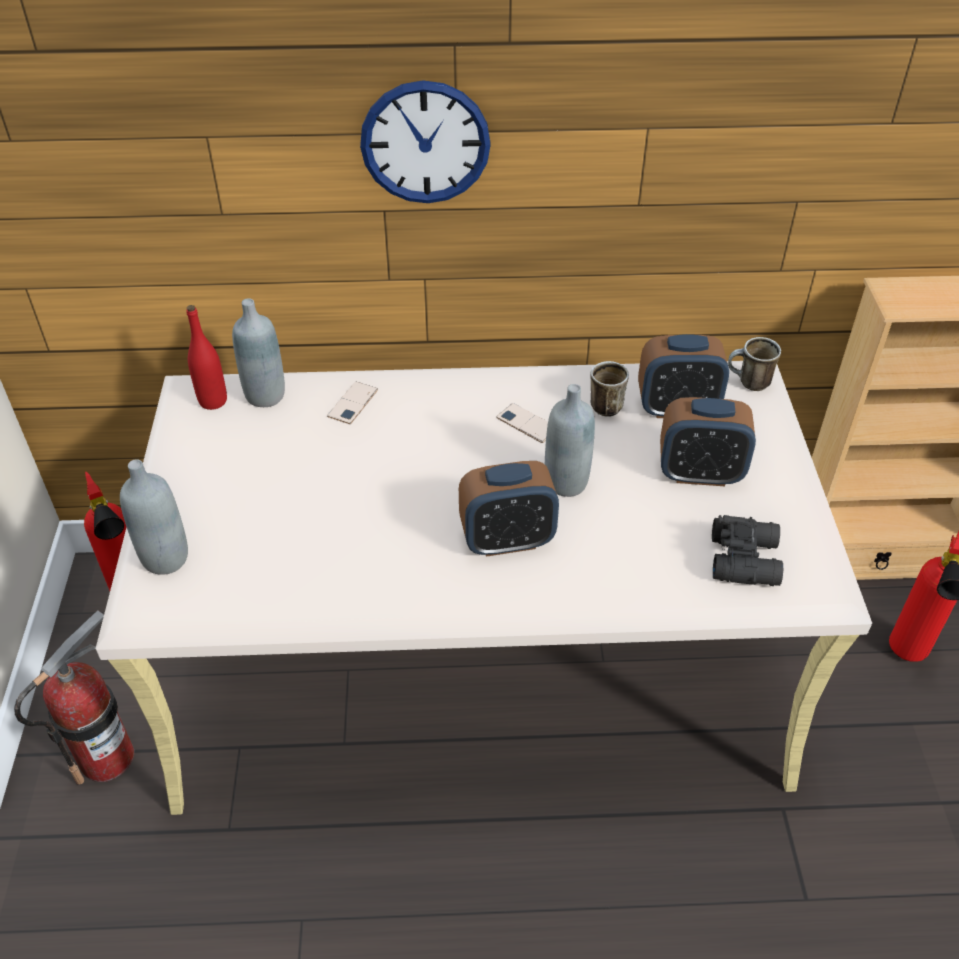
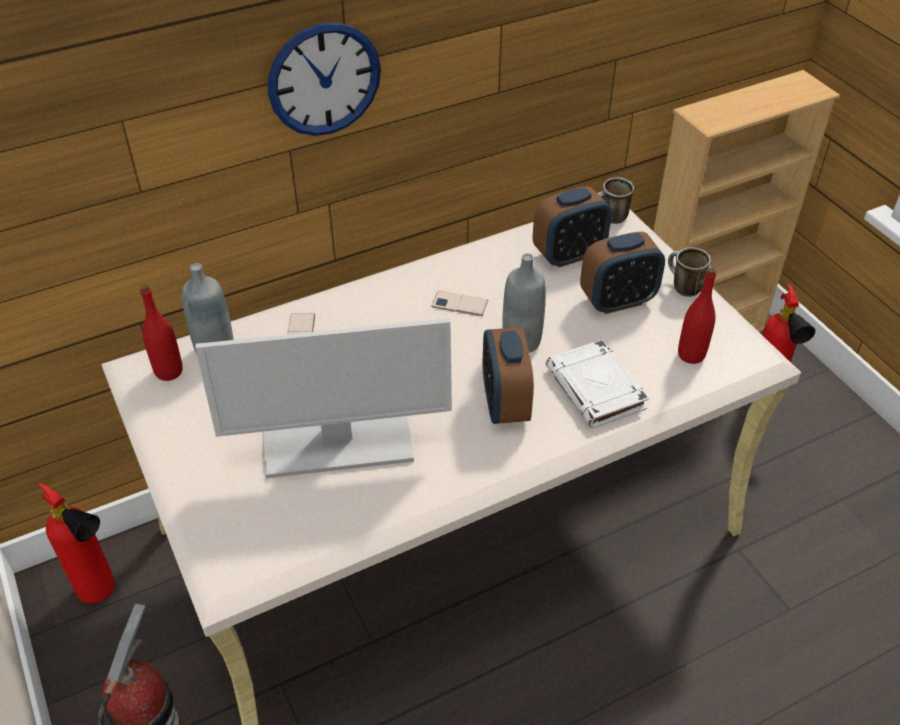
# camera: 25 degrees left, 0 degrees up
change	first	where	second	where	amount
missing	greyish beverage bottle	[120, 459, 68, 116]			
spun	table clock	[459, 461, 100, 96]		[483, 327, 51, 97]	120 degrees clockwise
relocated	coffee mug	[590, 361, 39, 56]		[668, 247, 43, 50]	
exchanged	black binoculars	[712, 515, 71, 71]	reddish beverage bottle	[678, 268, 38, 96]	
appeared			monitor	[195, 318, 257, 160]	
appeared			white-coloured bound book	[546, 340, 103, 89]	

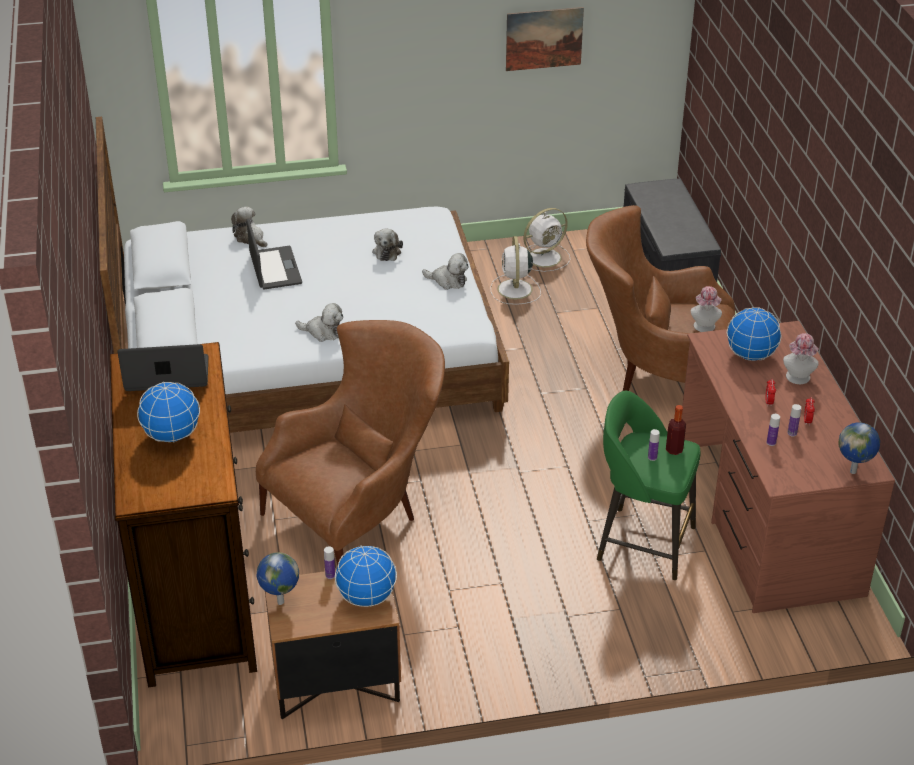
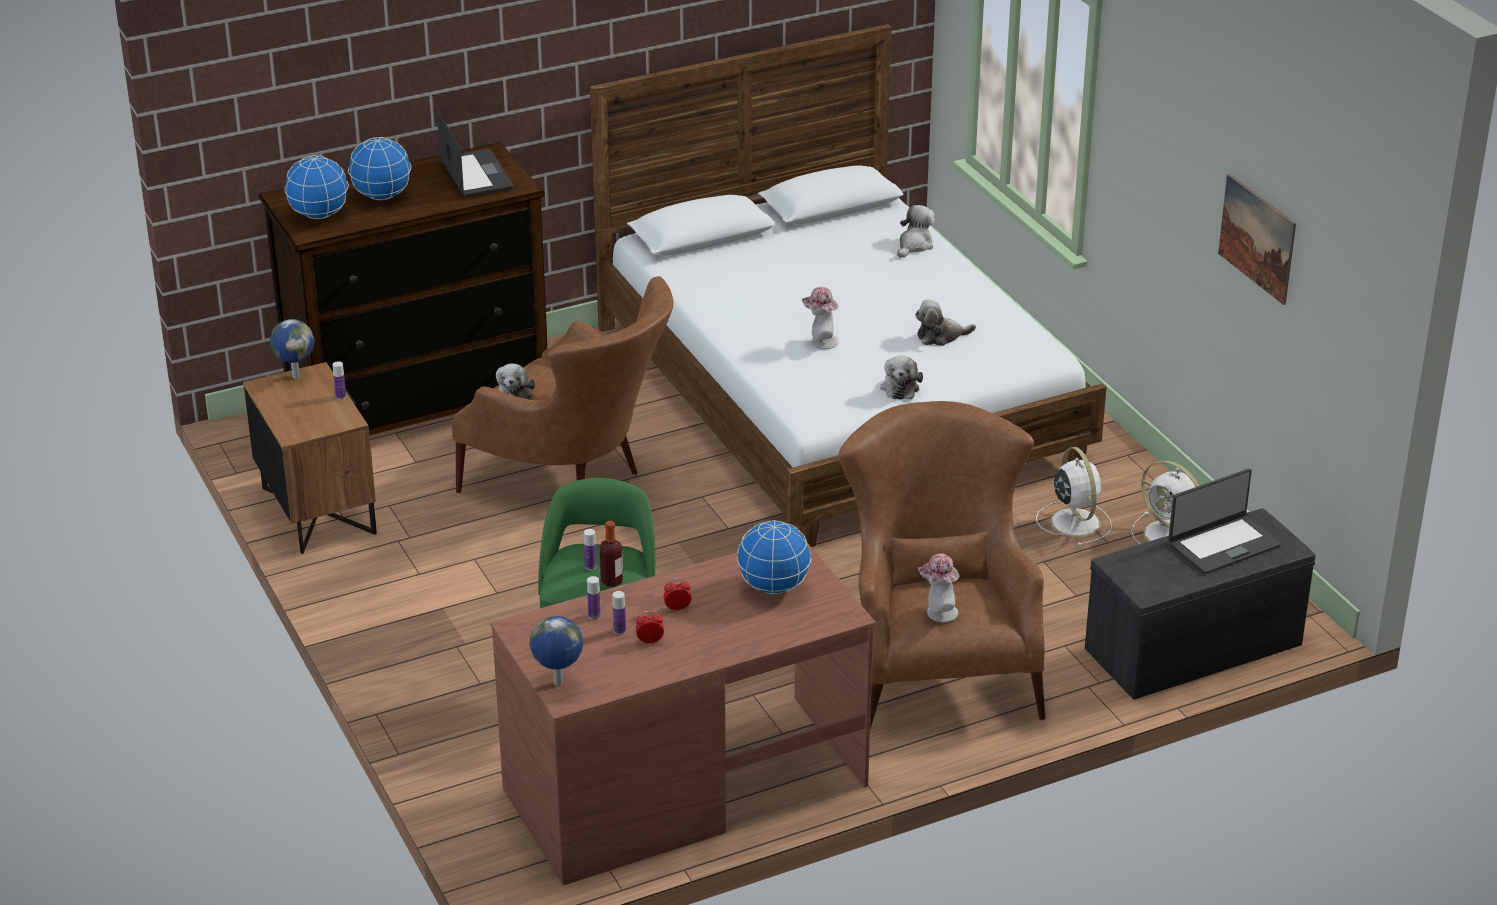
# camera: 75 degrees right, 5 degrees down
change	first	where	second	where	amount
relocated	laptop	[246, 218, 56, 72]		[1168, 469, 113, 105]	
relocated	plush toy	[295, 303, 48, 39]		[496, 364, 39, 35]	
relocated	desk globe	[335, 545, 62, 62]		[284, 155, 65, 64]	
spun	white-coloured cooling fan	[490, 236, 51, 69]		[1036, 447, 76, 99]	90 degrees clockwise
relocated	hat	[783, 333, 36, 51]		[802, 287, 37, 62]	

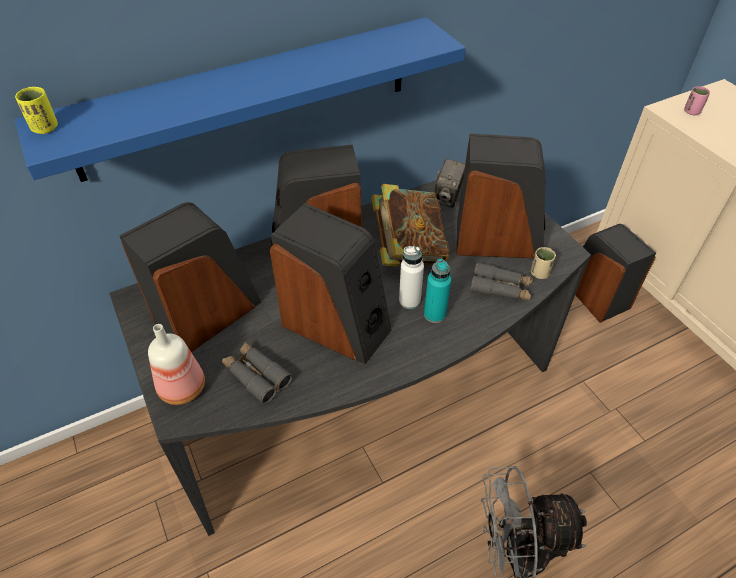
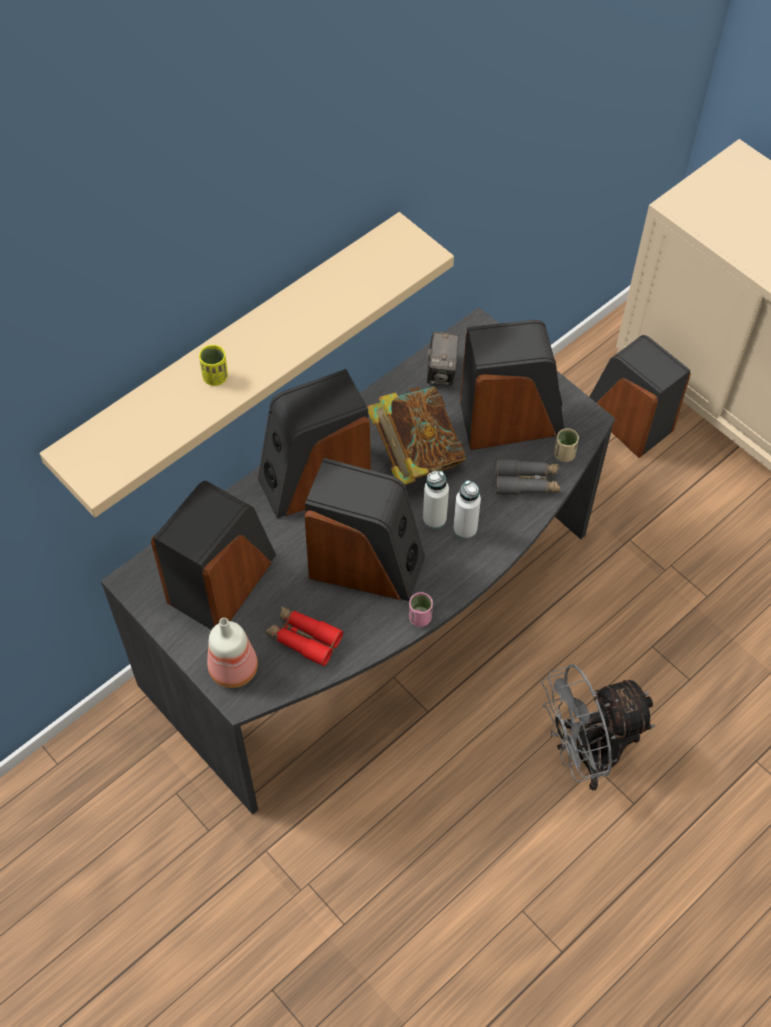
# camera: 15 degrees left, 10 degrees up
change	first	where	second	where	amount
colour	bluish wall shelf	[15, 17, 451, 165]	beige-coloured wall shelf	[39, 212, 415, 305]	
relocated	yellow-coloured small cup	[15, 87, 43, 47]		[199, 345, 29, 41]	
colour	greyish binoculars	[222, 342, 70, 62]	reddish binoculars	[265, 606, 78, 60]	
colour	turquoise beverage bottle	[424, 259, 27, 64]	white-coloured beverage bottle	[453, 480, 28, 59]	
relocated	pink small cup	[684, 86, 26, 29]		[409, 592, 24, 35]	

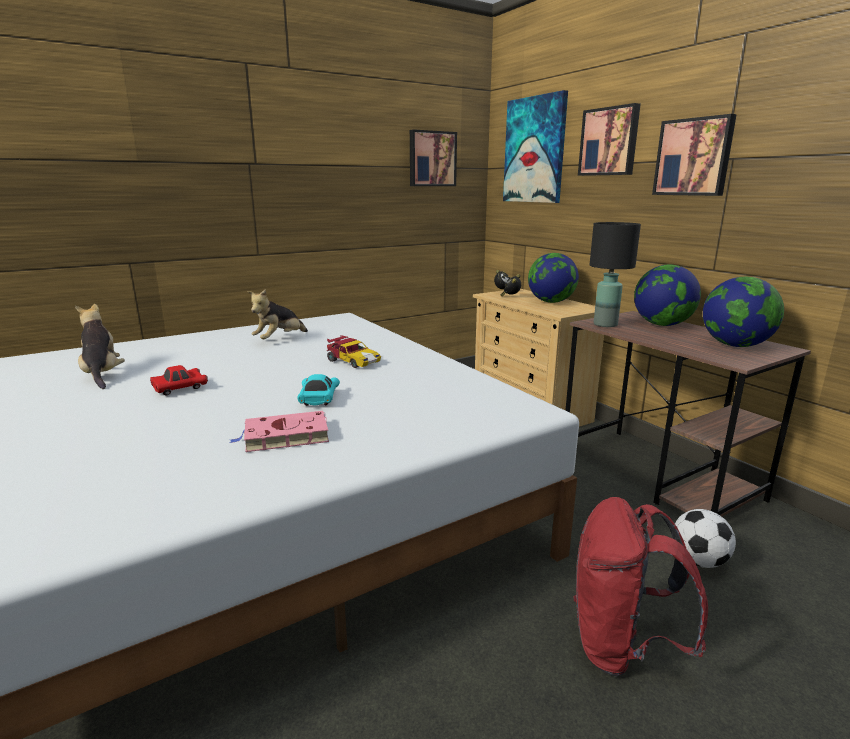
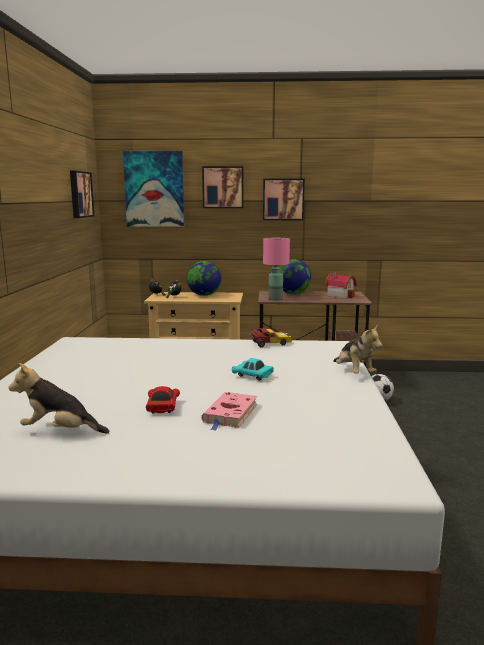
# camera: 55 degrees left, 5 degrees down
change	first	where	second	where	amount
relocated	pink bound book	[230, 411, 99, 41]		[201, 392, 56, 39]	
relocated	plush toy	[248, 289, 60, 50]		[333, 326, 49, 48]	
relocated	miniature car	[327, 335, 54, 33]		[250, 328, 42, 19]	
missing	reddish knapsack	[573, 497, 135, 179]			
colour	black tabletop lamp	[590, 222, 51, 105]	pink tabletop lamp	[263, 238, 27, 62]	
exchanged	desk globe	[703, 277, 81, 70]	miniature house	[325, 272, 32, 27]	

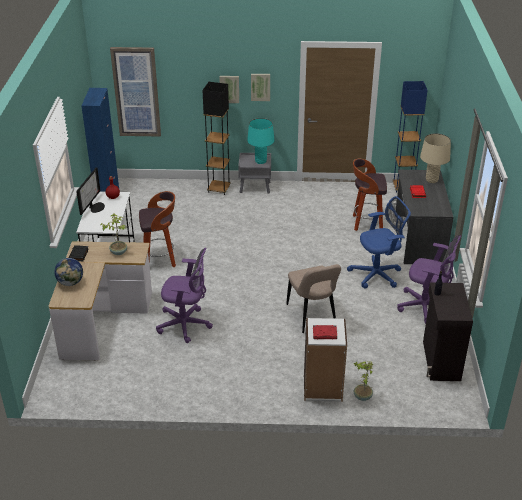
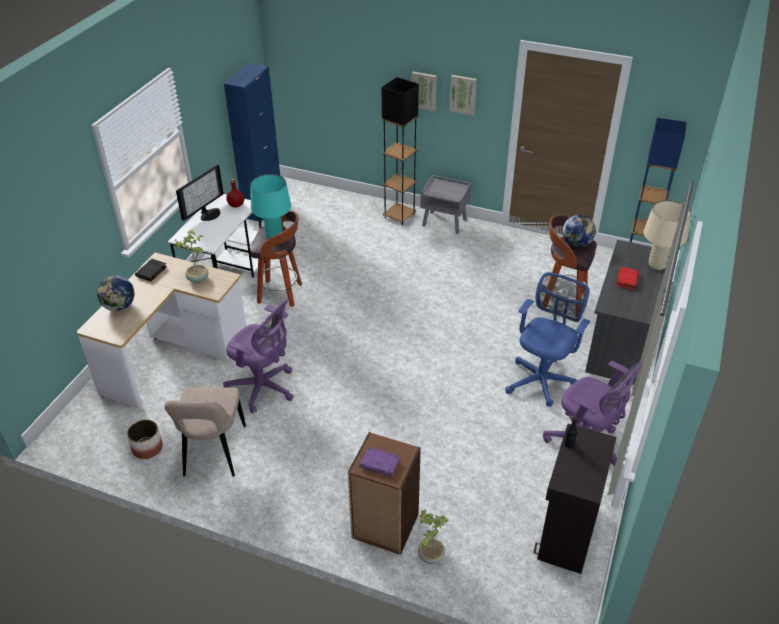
# camera: 20 degrees right, 5 degrees up
change	first	where	second	where	amount
missing	wall picture	[110, 47, 51, 90]			
relocated	turquoise tabletop lamp	[247, 118, 27, 46]		[250, 174, 41, 65]	
relocated	beige-coloured plain chair	[286, 264, 55, 69]		[164, 387, 82, 90]	
colour	white-coloured shelving unit	[304, 318, 43, 84]	brownish shelving unit	[348, 432, 73, 123]	
colour	reddish bound book	[313, 325, 24, 15]	purple-coloured bound book	[359, 447, 41, 30]	
spun	bluish desk chair	[347, 196, 64, 93]		[505, 272, 85, 135]	60 degrees counterclockwise
appeared			flower pot	[127, 419, 36, 40]	
appeared			desk globe	[563, 215, 33, 32]	

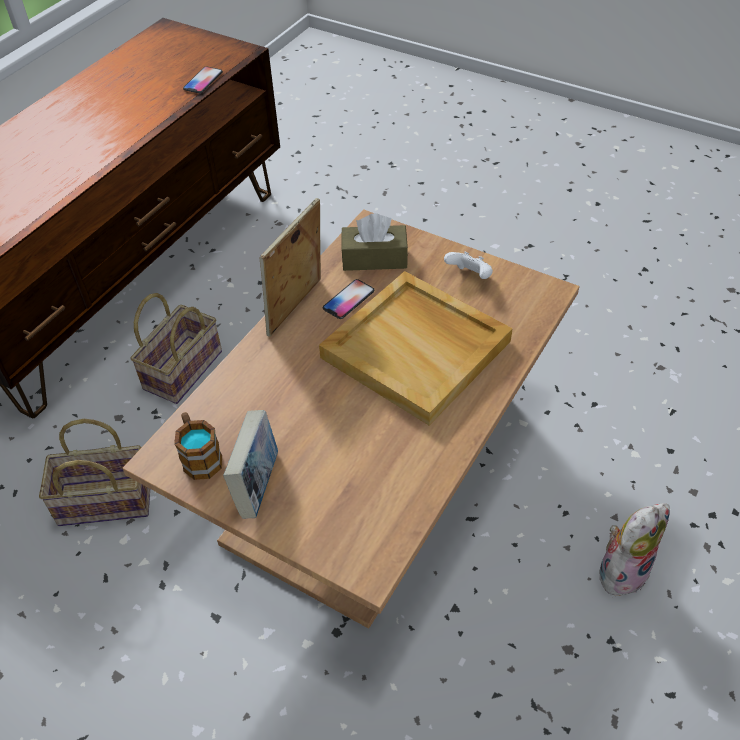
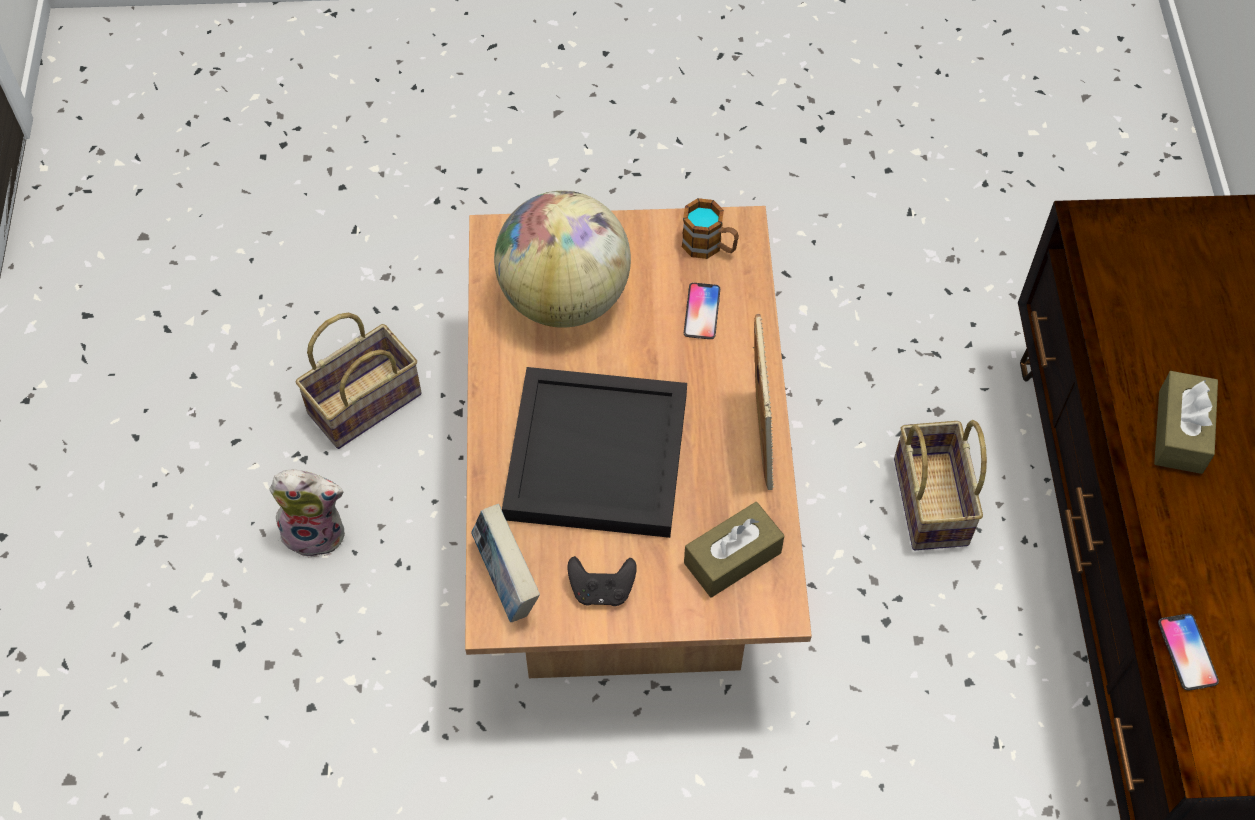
# camera: 145 degrees right, 10 degrees up
change	first	where	second	where	amount
relocated	storage basket	[39, 419, 111, 107]		[296, 312, 126, 137]	
relocated	bound book	[223, 410, 55, 109]		[471, 504, 69, 118]	
colour	beige-coloured serving tray	[319, 271, 194, 154]	black serving tray	[502, 367, 185, 171]	
relocated	phone	[323, 279, 52, 40]		[684, 283, 36, 56]	
colour	white-coloured gamepad	[444, 252, 49, 27]	black gamepad	[568, 556, 69, 50]	
spun	plush toy	[599, 503, 71, 93]		[269, 470, 76, 88]	105 degrees counterclockwise
appeared			desk globe	[494, 191, 137, 137]	
appeared			brownish tissue box	[1154, 371, 64, 103]	

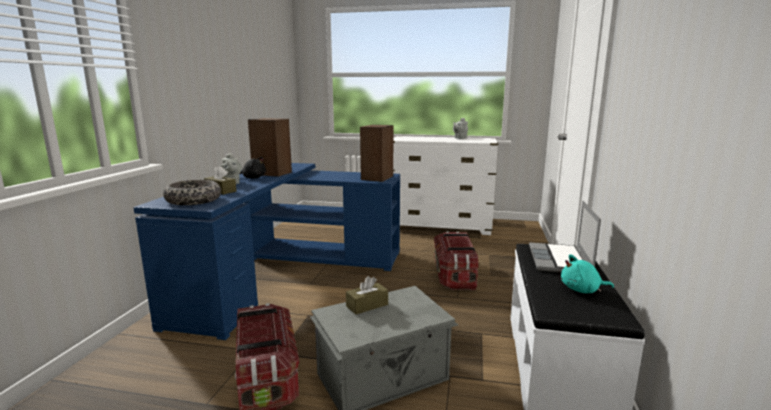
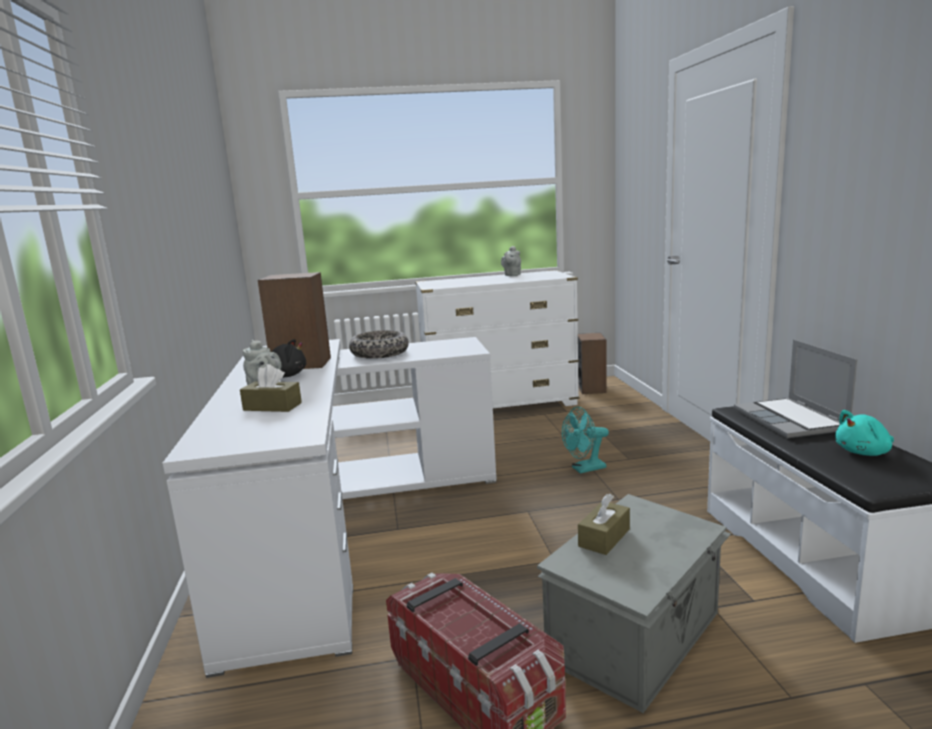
# camera: 20 degrees left, 0 degrees up
change	first	where	second	where	amount
colour	bluish desk unit	[133, 163, 267, 177]	white-coloured desk unit	[162, 337, 335, 341]	
relocated	bowl	[163, 180, 58, 25]		[349, 330, 60, 29]	
relocated	audio speaker	[360, 125, 34, 57]		[578, 333, 29, 61]	
exchanged	storage bin	[434, 232, 44, 58]	turquoise cooling fan	[562, 407, 47, 67]	

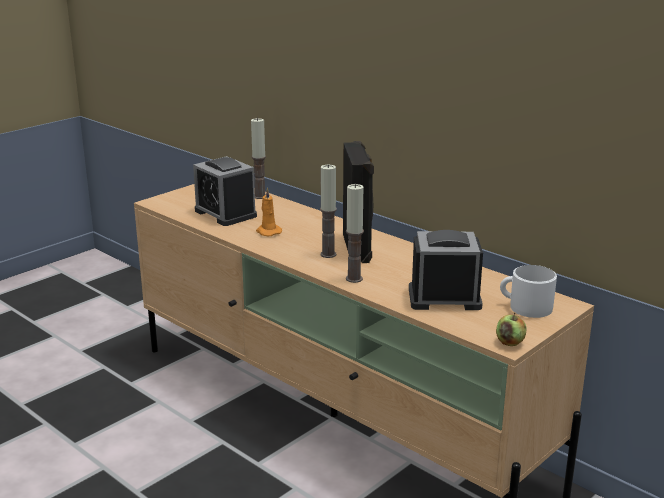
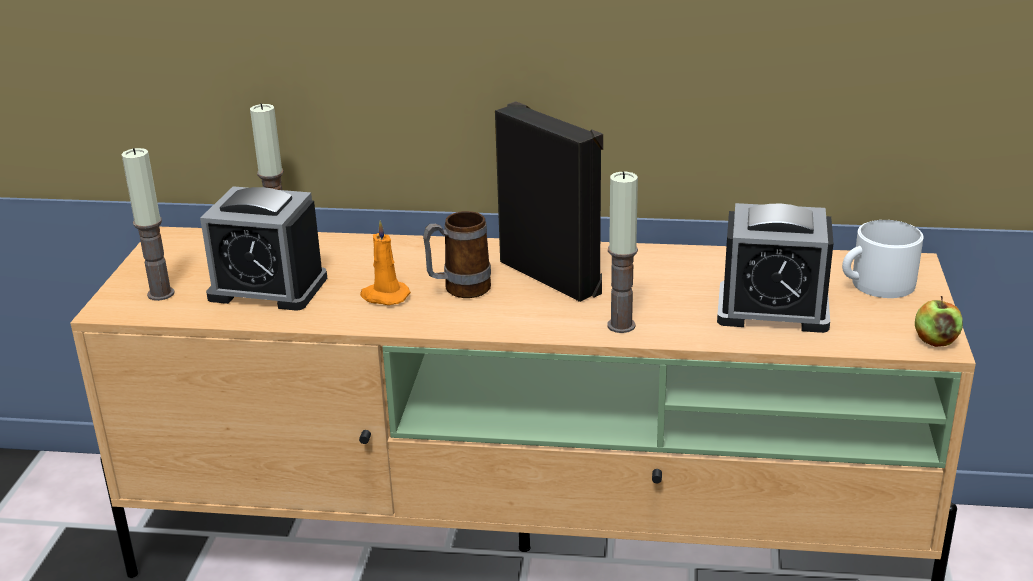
# camera: 35 degrees left, 5 degrees up
change	first	where	second	where	amount
relocated	wax candle	[320, 165, 17, 93]		[121, 148, 53, 153]	
spun	table clock	[409, 230, 74, 80]		[717, 203, 116, 130]	135 degrees counterclockwise
appeared			coffee mug	[423, 211, 68, 87]	

